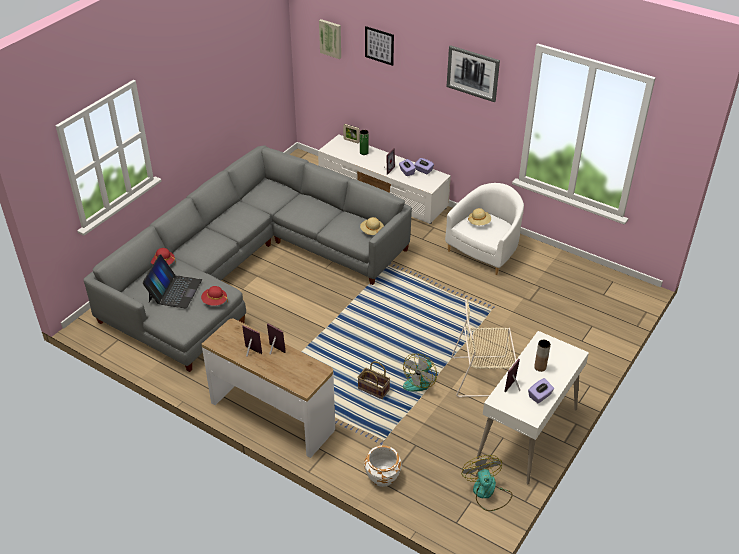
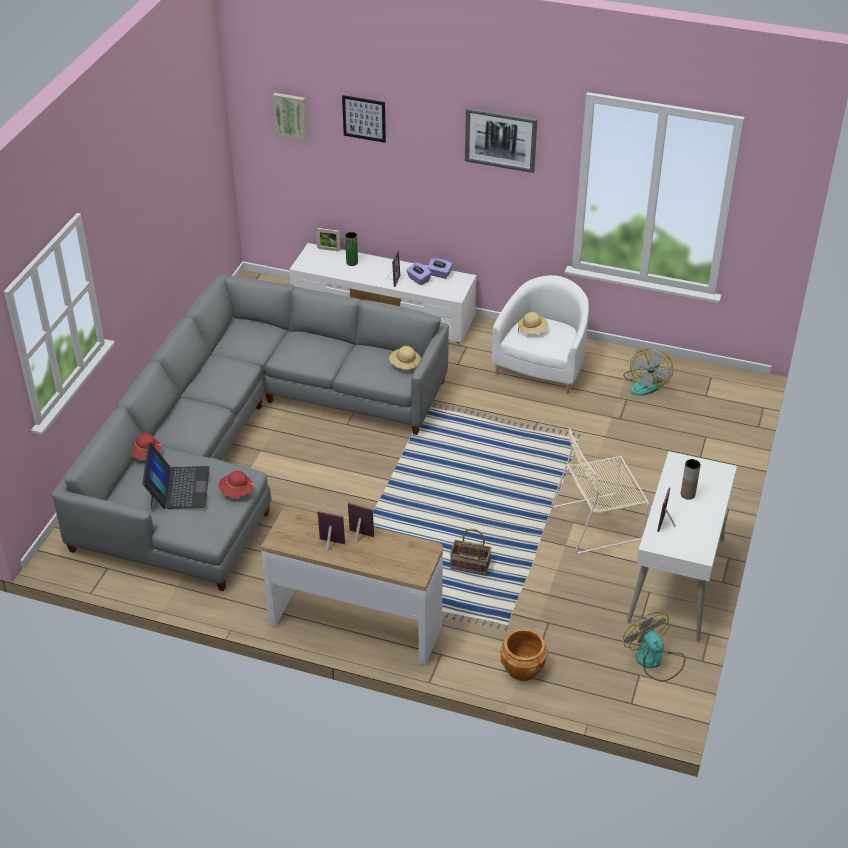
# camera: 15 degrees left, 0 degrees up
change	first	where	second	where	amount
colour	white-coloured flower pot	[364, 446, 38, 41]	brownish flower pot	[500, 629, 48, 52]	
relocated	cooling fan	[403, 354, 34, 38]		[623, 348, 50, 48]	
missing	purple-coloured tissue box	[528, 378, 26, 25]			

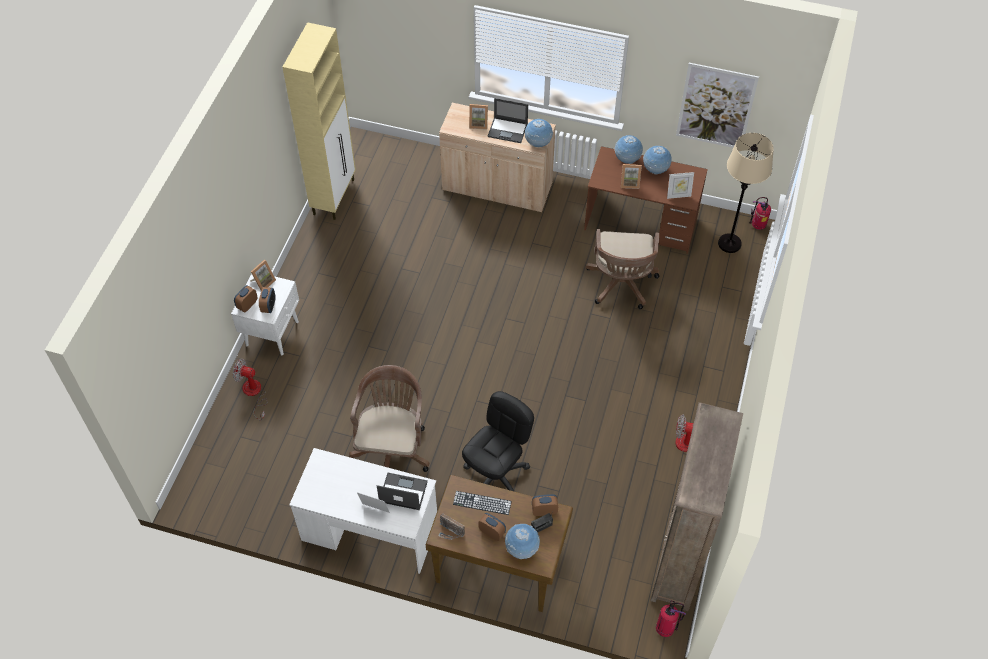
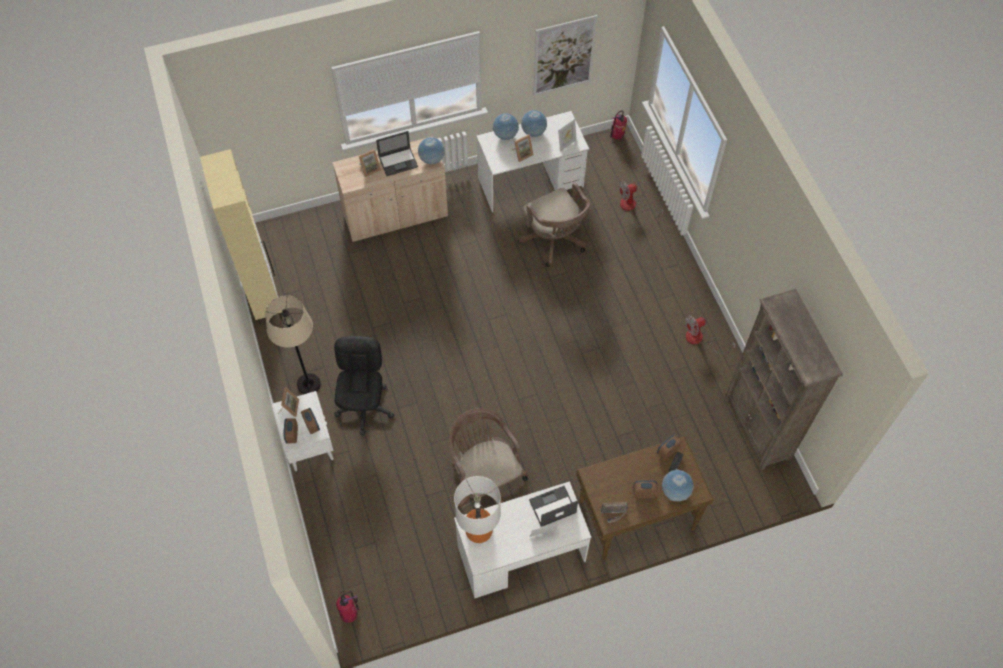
# camera: 35 degrees left, 5 degrees up
change	first	where	second	where	amount
relocated	cooling fan	[233, 359, 34, 62]		[619, 181, 45, 40]	
missing	PC keyboard	[453, 491, 59, 24]			
relocated	black desk chair	[462, 391, 72, 101]		[334, 336, 60, 99]	
colour	brownish desk unit	[584, 146, 124, 108]	white-coloured desk unit	[476, 111, 113, 101]	
relocated	fire-fighting cylinder	[656, 601, 30, 36]		[336, 591, 23, 32]	
relocated	beige-coloured floor lamp	[718, 133, 56, 120]		[265, 295, 56, 99]	
appeared			tabletop lamp	[454, 476, 47, 67]	

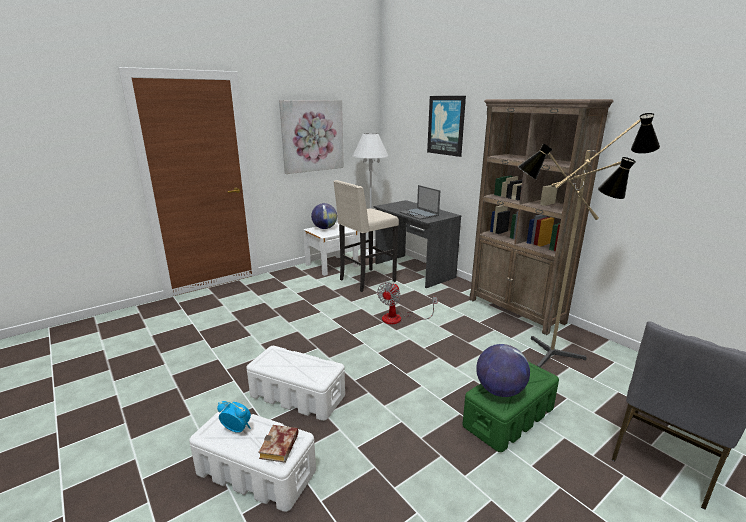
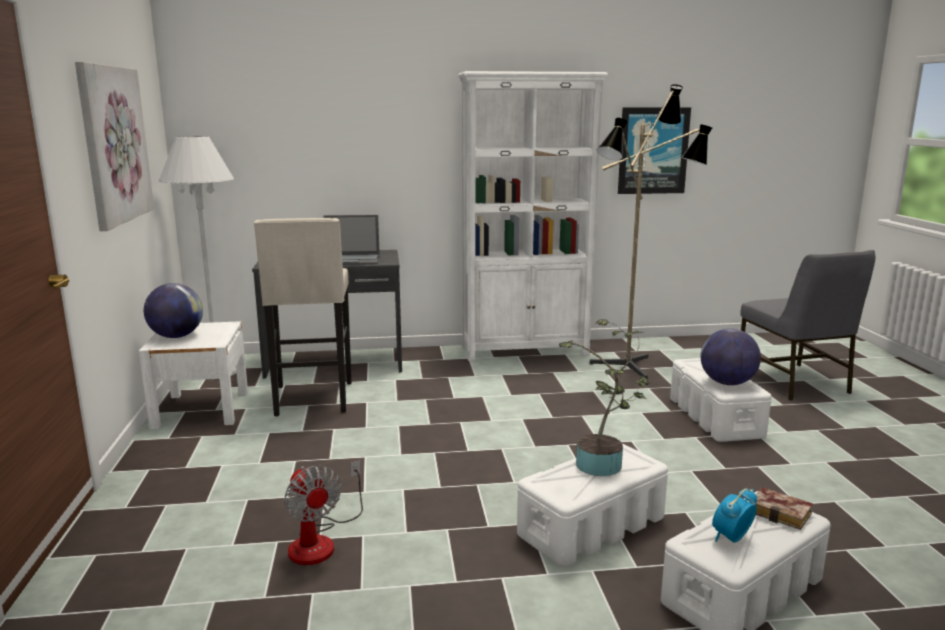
# camera: 60 degrees left, 5 degrees down
change	first	where	second	where	amount
relocated	cooling fan	[377, 282, 61, 42]		[284, 460, 79, 105]	
relocated	wall picture	[427, 96, 39, 61]		[618, 107, 73, 87]	
colour	green storage bin	[462, 362, 97, 90]	white-coloured storage bin	[670, 358, 102, 84]	
colour	brownish shelving unit	[469, 99, 145, 236]	white-coloured shelving unit	[458, 71, 150, 290]	
appeared			potted plant	[559, 319, 91, 157]	

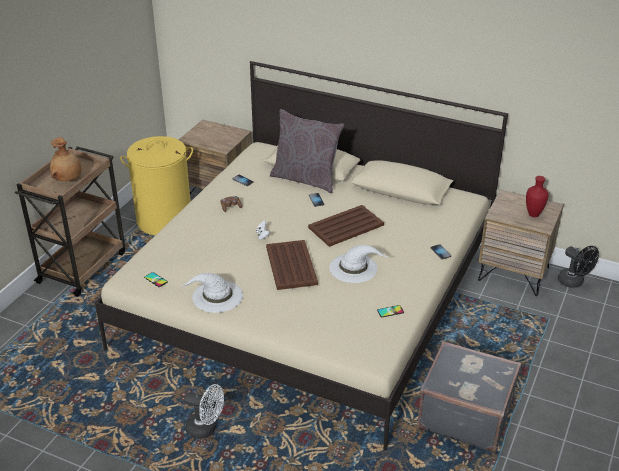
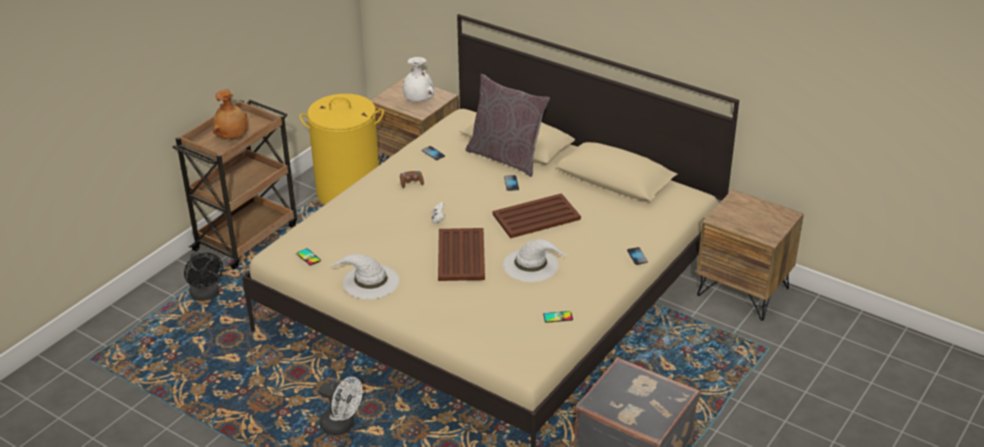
# camera: 10 degrees right, 0 degrees up
change	first	where	second	where	amount
missing	reddish flower vase	[526, 176, 23, 41]			
relocated	black cooling fan	[558, 246, 41, 42]		[184, 252, 39, 49]	
appeared			white-coloured flower vase	[403, 57, 31, 44]	

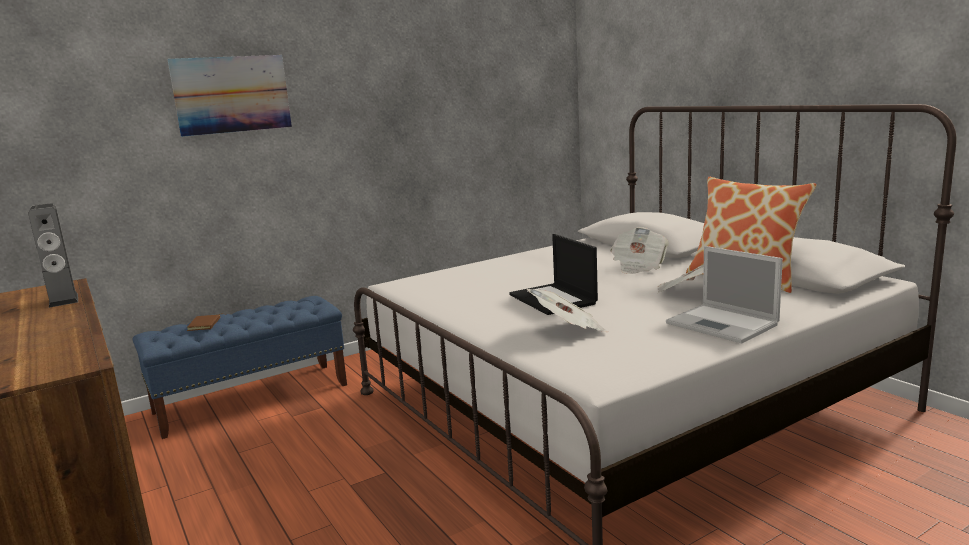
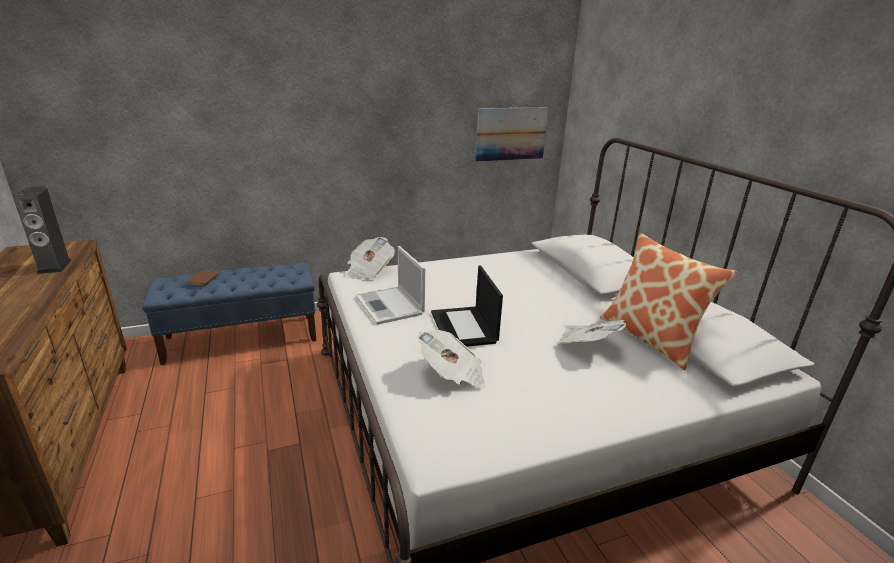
# camera: 10 degrees right, 10 degrees up
change	first	where	second	where	amount
relocated	wall picture	[167, 55, 125, 82]		[475, 108, 74, 54]	
relocated	daily paper	[610, 227, 59, 47]		[345, 237, 50, 42]	
relocated	laptop	[666, 246, 117, 97]		[356, 246, 69, 79]	

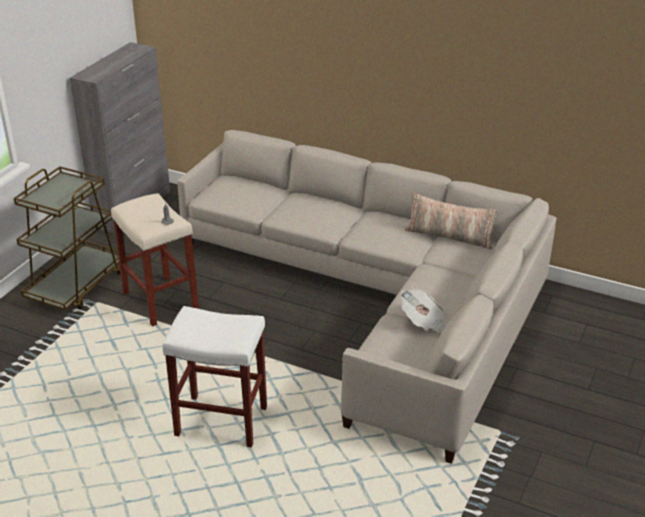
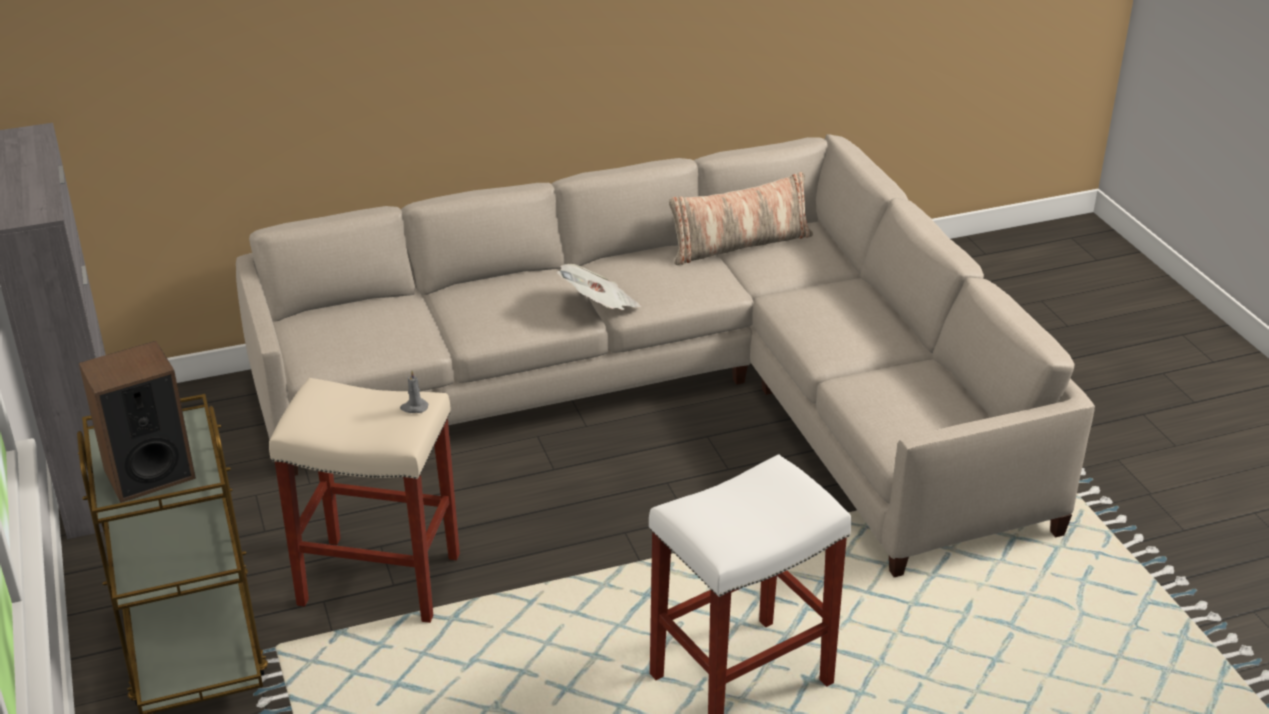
# camera: 45 degrees left, 0 degrees up
change	first	where	second	where	amount
relocated	daily paper	[400, 289, 47, 45]		[556, 264, 86, 46]	
appeared			audio speaker	[79, 341, 117, 162]	

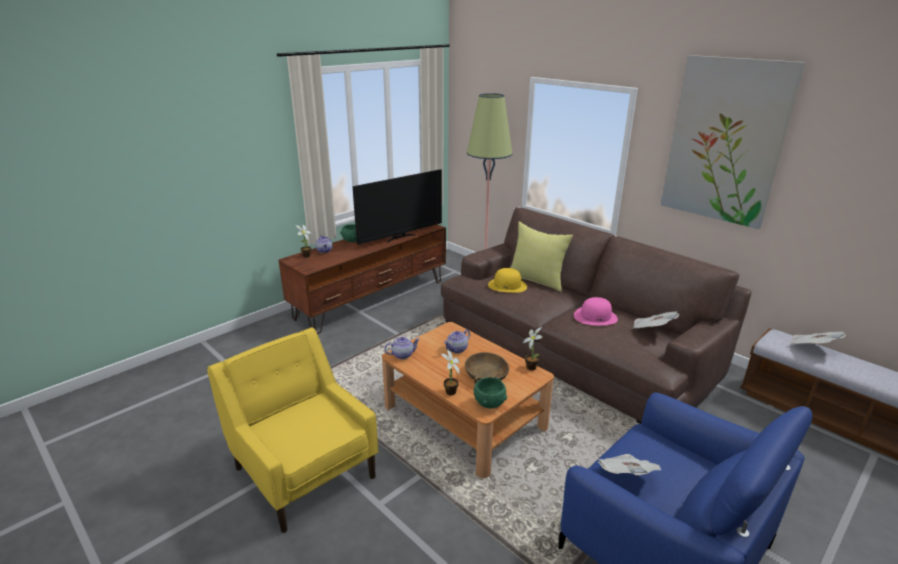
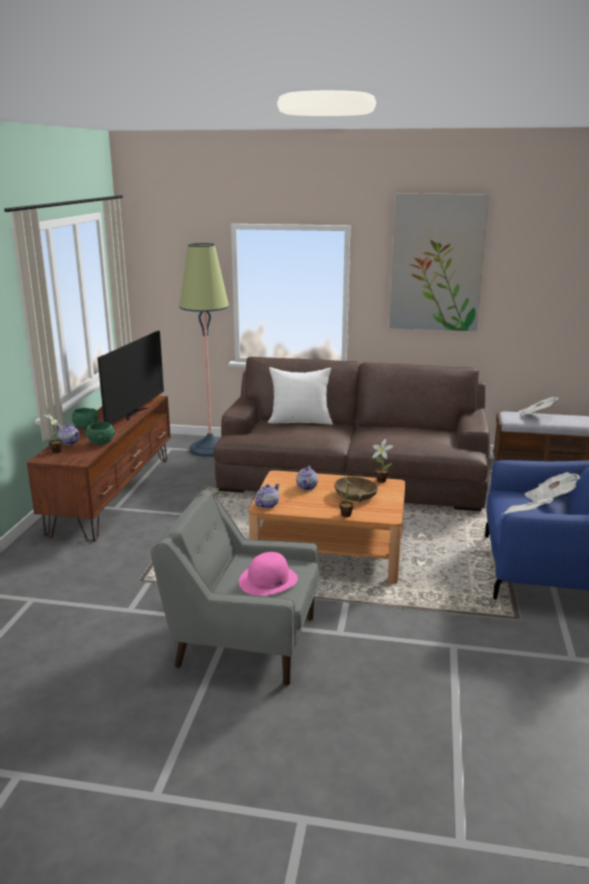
# camera: 35 degrees left, 5 degrees down
change	first	where	second	where	amount
colour	yellow-coloured armchair	[207, 327, 171, 206]	greyish armchair	[151, 489, 168, 197]	
relocated	green bowl	[474, 377, 33, 32]		[86, 421, 29, 24]	
missing	yellow-coloured hat	[488, 268, 39, 25]			
colour	yellow-coloured cushion	[510, 222, 63, 69]	white-coloured cushion	[268, 367, 65, 58]	
relocated	pink hat	[574, 297, 44, 28]		[239, 552, 59, 44]	
relocated	daily paper	[632, 311, 47, 18]		[525, 472, 55, 29]	

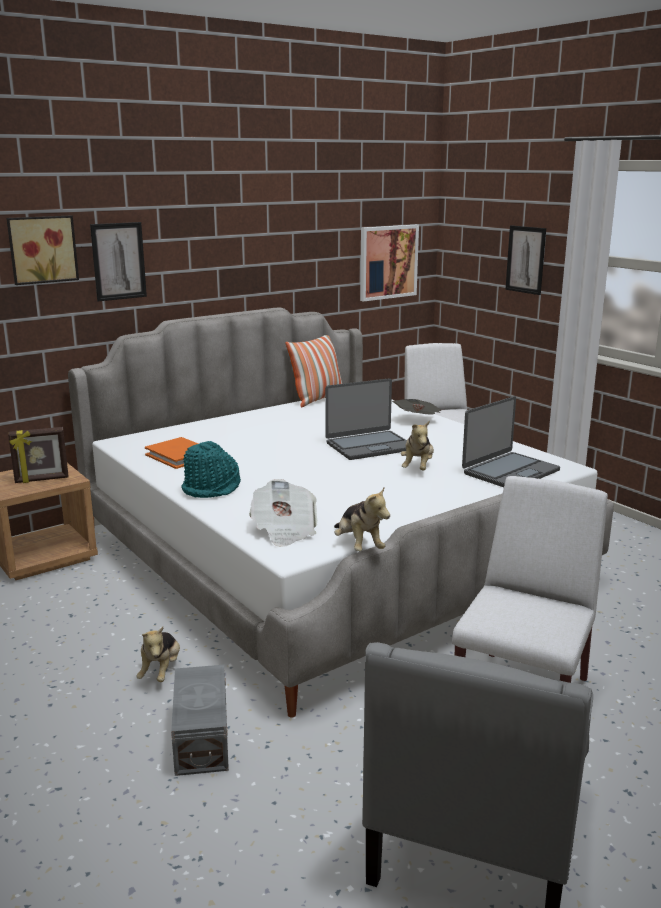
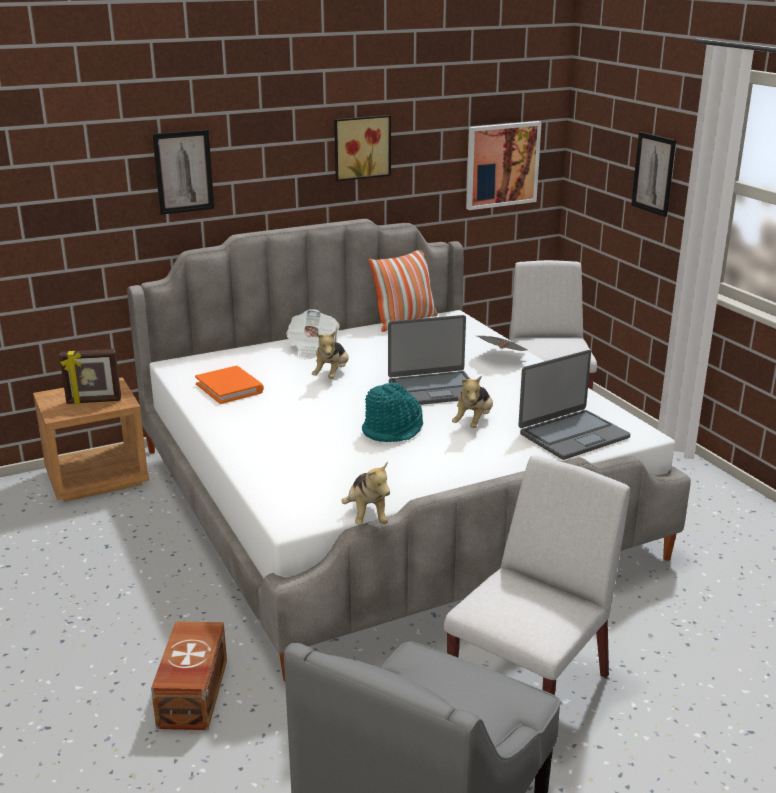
# camera: 10 degrees right, 5 degrees up
change	first	where	second	where	amount
relocated	wall picture	[6, 216, 73, 69]		[334, 115, 57, 66]	
relocated	plush toy	[136, 627, 44, 55]		[312, 331, 37, 48]	
colour	greyish storage bin	[171, 665, 58, 111]	brownish storage bin	[151, 621, 76, 109]	
relocated	turquoise hat	[181, 441, 60, 57]		[362, 382, 61, 60]	
relocated	daily paper	[249, 479, 68, 68]		[286, 309, 54, 50]	

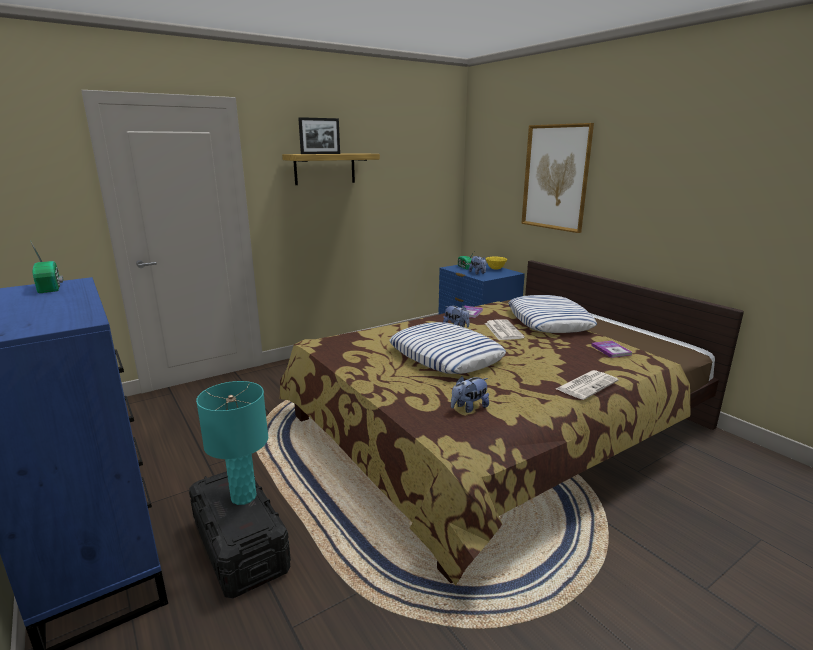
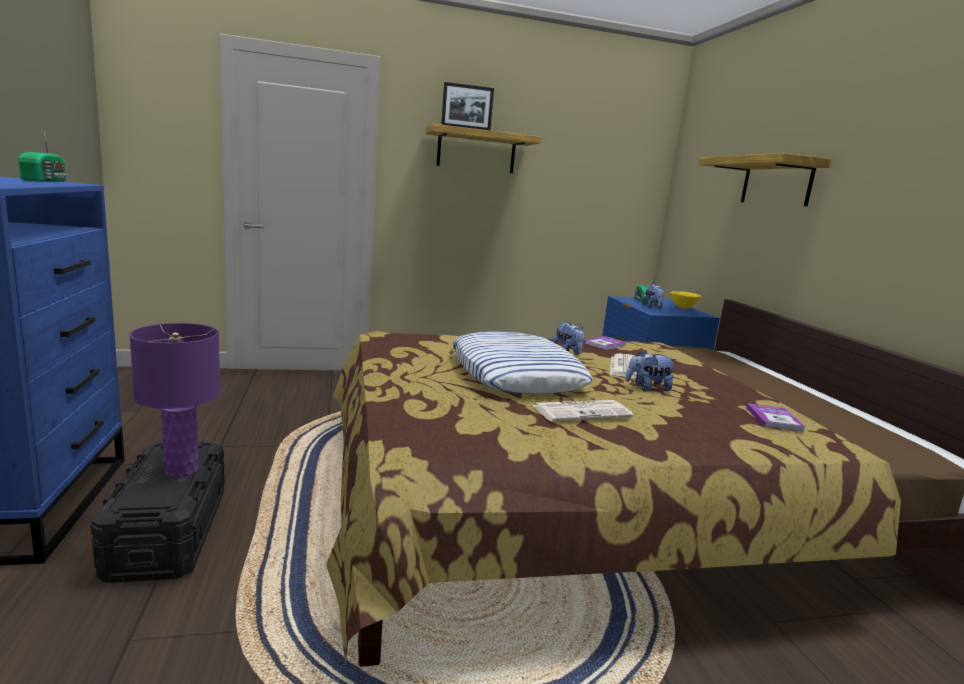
# camera: 20 degrees right, 5 degrees down
change	first	where	second	where	amount
colour	turquoise tabletop lamp	[196, 381, 72, 124]	purple-coloured tabletop lamp	[129, 323, 91, 155]	
relocated	plush toy	[451, 376, 38, 37]		[626, 350, 51, 41]	
missing	cushion	[508, 295, 89, 38]			
exchanged	wall picture	[521, 123, 73, 110]	wall shelf	[698, 153, 133, 53]	
relocated	daily paper	[556, 370, 63, 30]		[533, 400, 101, 21]	

